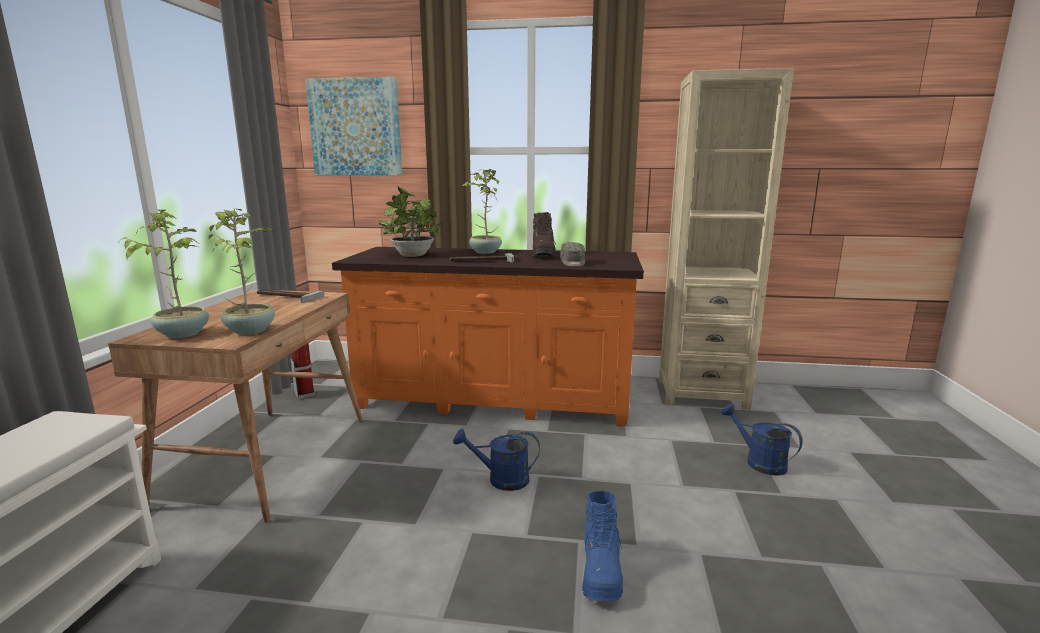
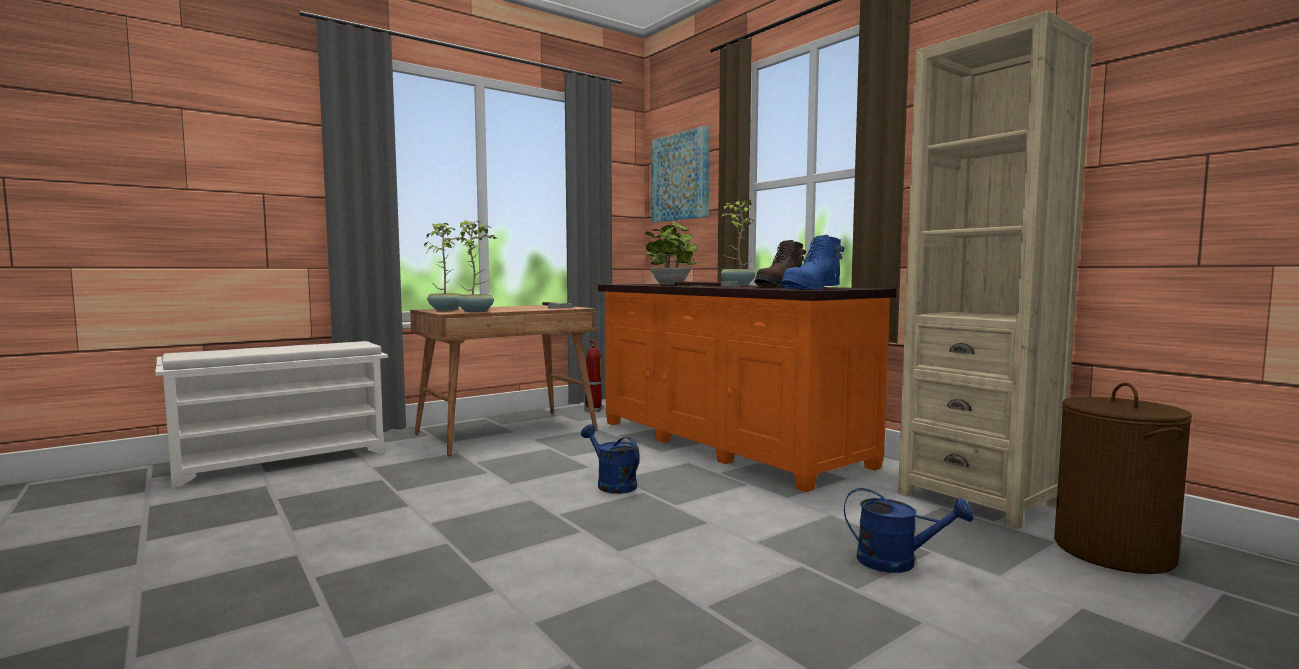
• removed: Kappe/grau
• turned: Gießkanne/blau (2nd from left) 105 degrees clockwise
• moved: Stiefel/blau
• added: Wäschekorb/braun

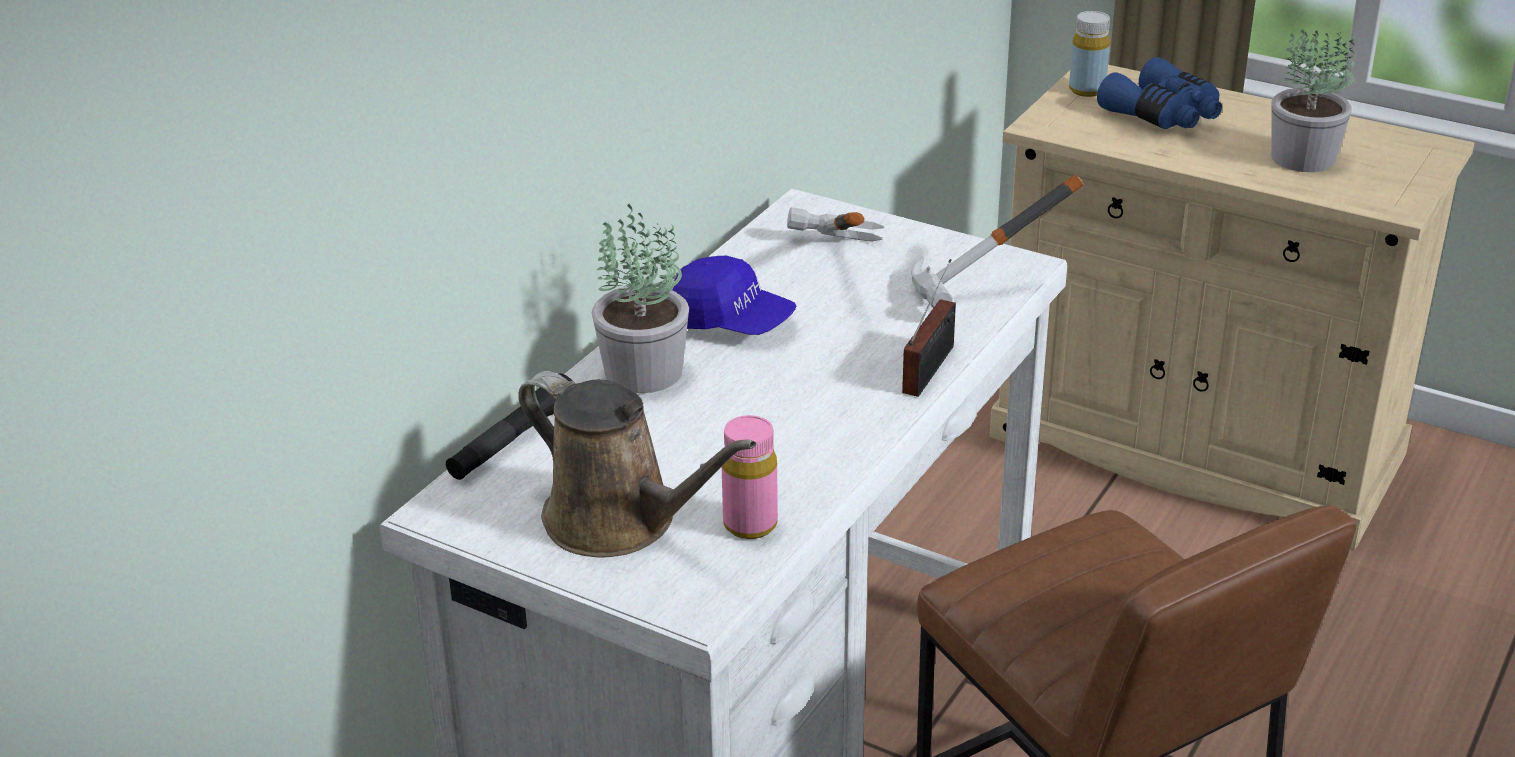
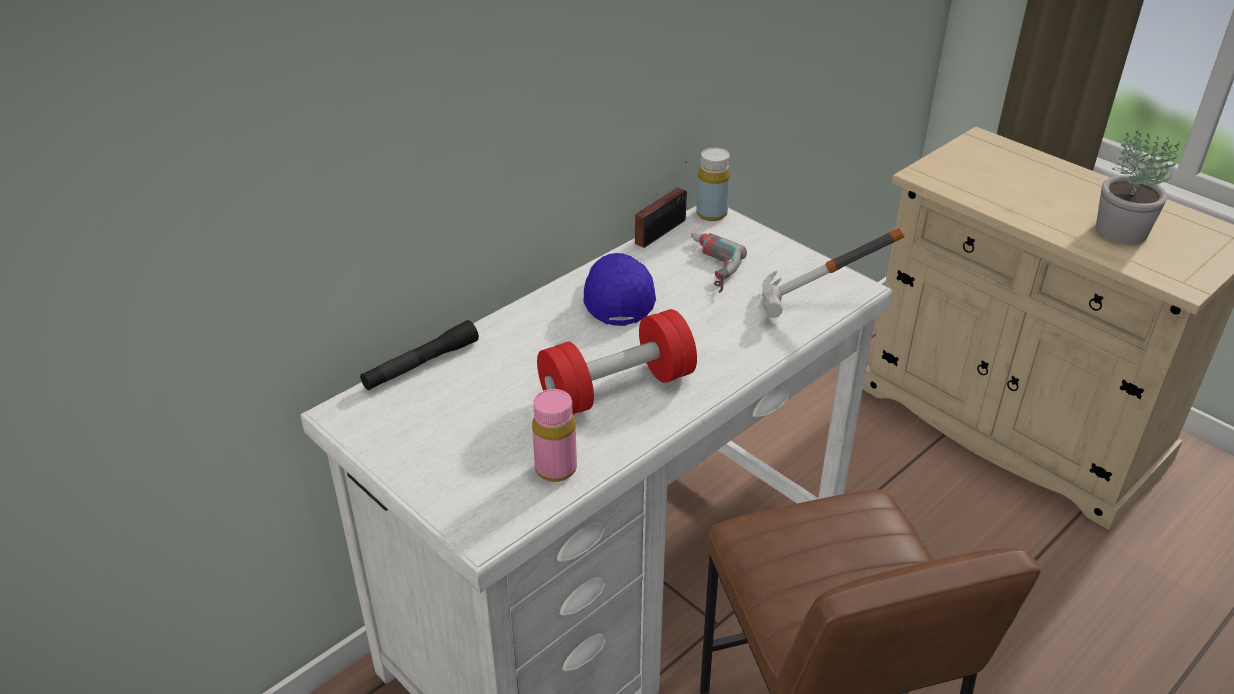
• moved: Flasche/gelb
• removed: Fernglas/blau
• removed: Topfpflanze (1st from left)
• replaced: Hammer (1st from left) to Bohrmaschine
• turned: Kappe/blau 135 degrees counterclockwise
• moved: Radio
• removed: Gießkanne/braun
• added: Hantel/rot

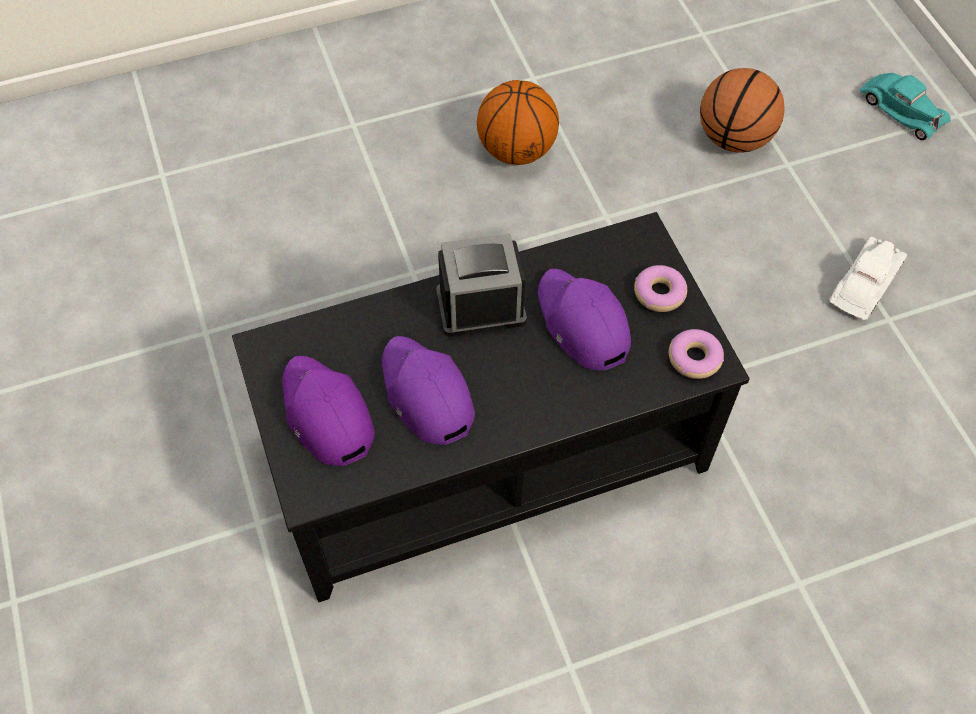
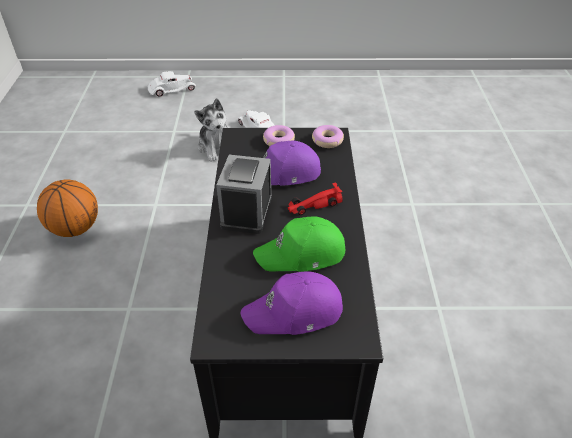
• removed: Basketball (2nd from left)
• recoloured: Spielzeugauto/türkis to Spielzeugauto/weiß (1st from left)
• recoloured: Kappe/lila (2nd from left) to Kappe/grün
• added: Plüschtier
• added: Spielzeugauto/rot

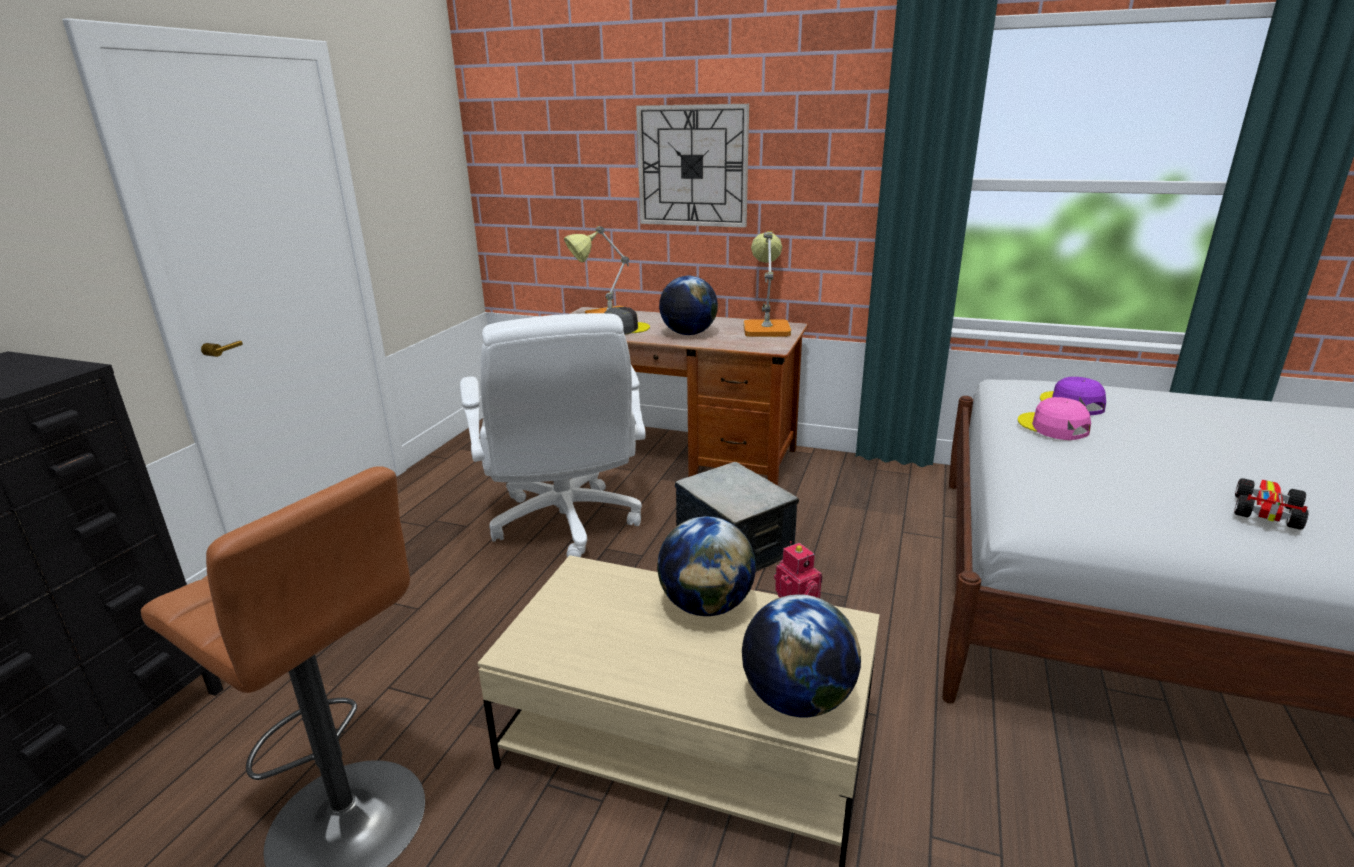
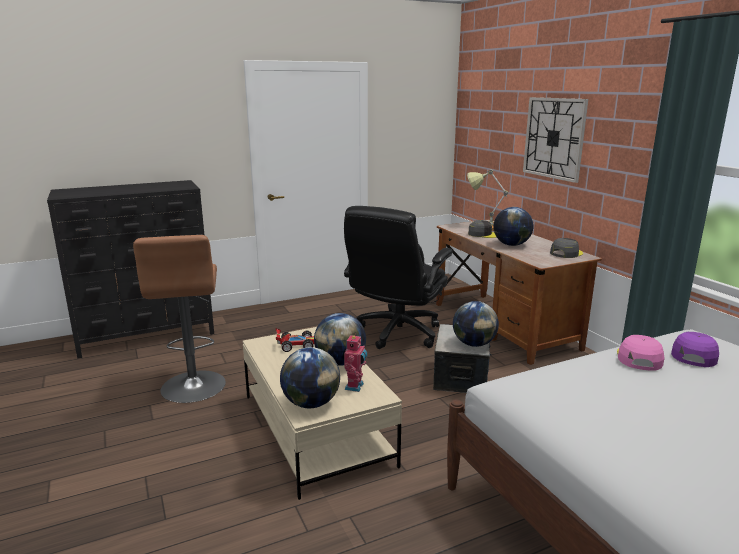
• replaced: Tischlampe (2nd from left) to Kappe/grau (2nd from left)
• recoloured: Bürostuhl/weiß to Bürostuhl/schwarz
• moved: Spielzeugauto
• added: Globus (3rd from left)

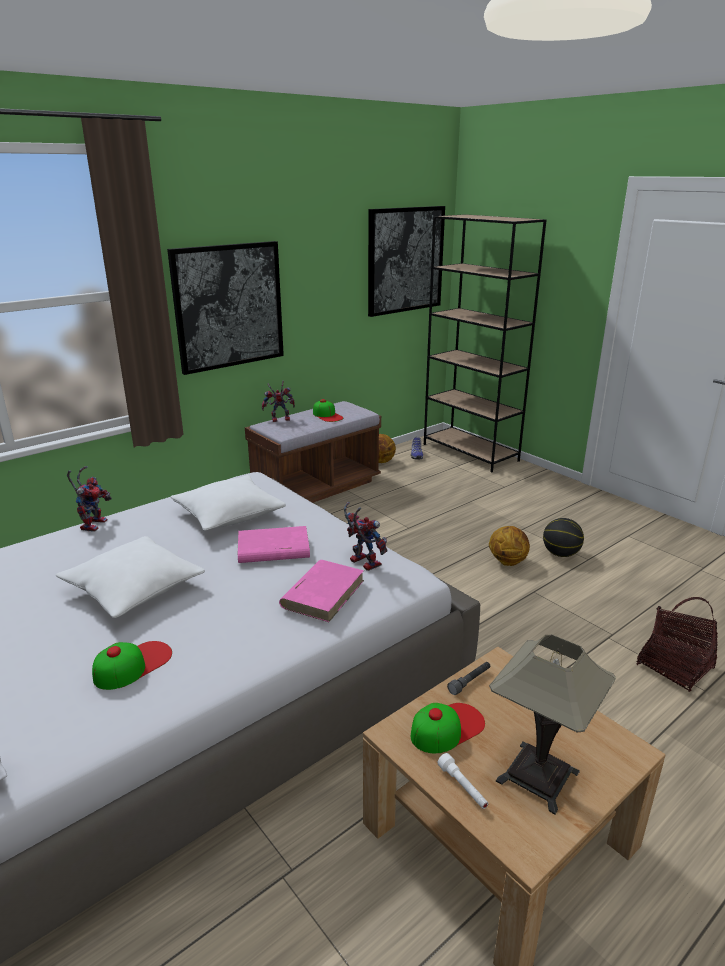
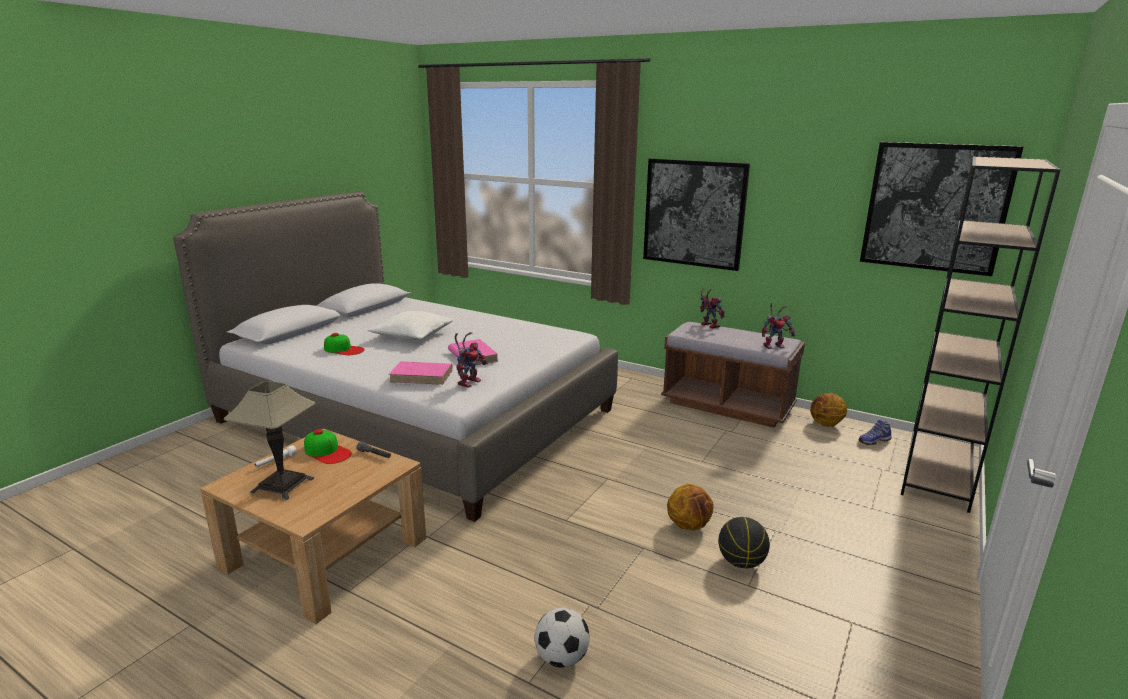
• removed: Kappe (2nd from left)
• moved: Spielzeugroboter (1st from left in the first image) to Spielzeugroboter (3rd from left)
• removed: Kissen/weiß (2nd from left)
• replaced: Korb to Fußball

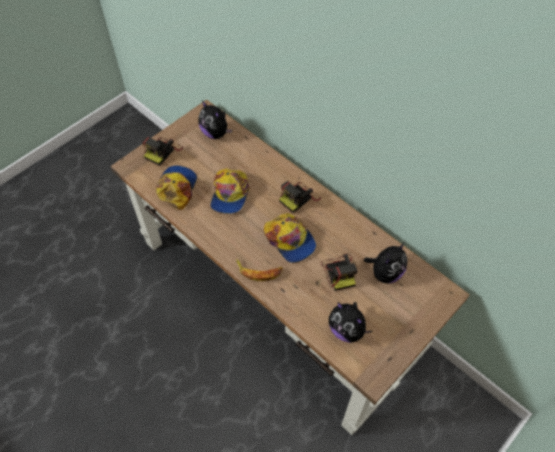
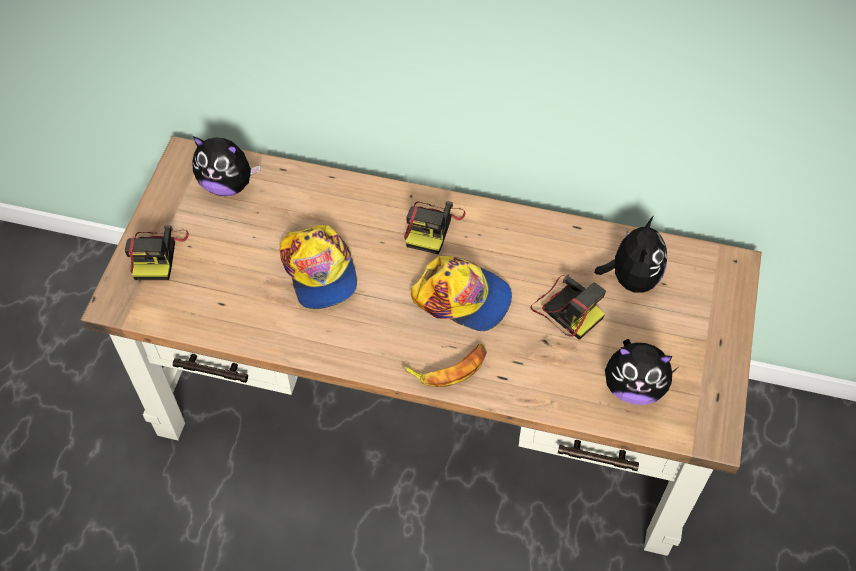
• removed: Kappe (1st from left)

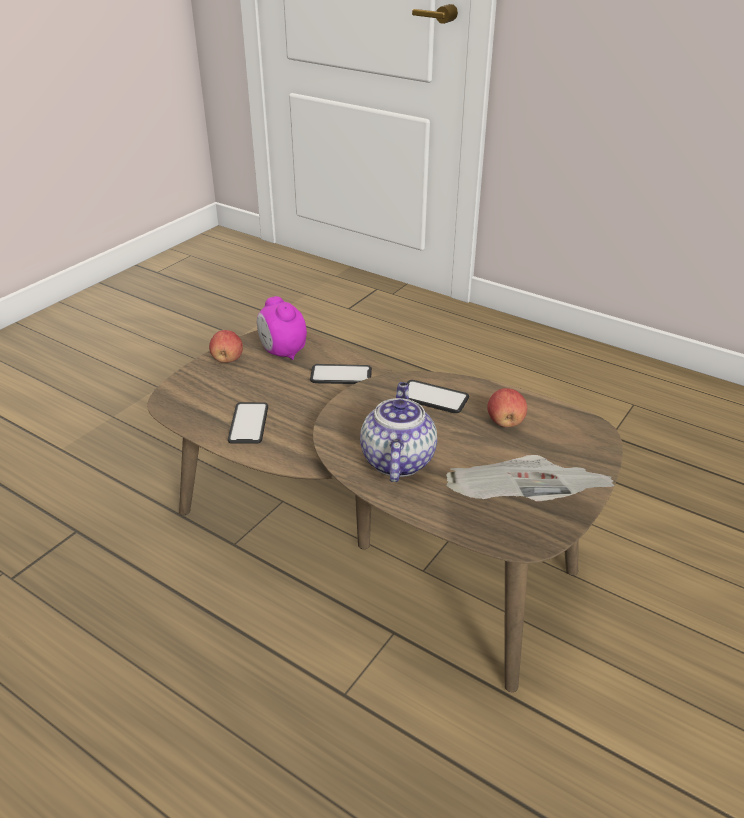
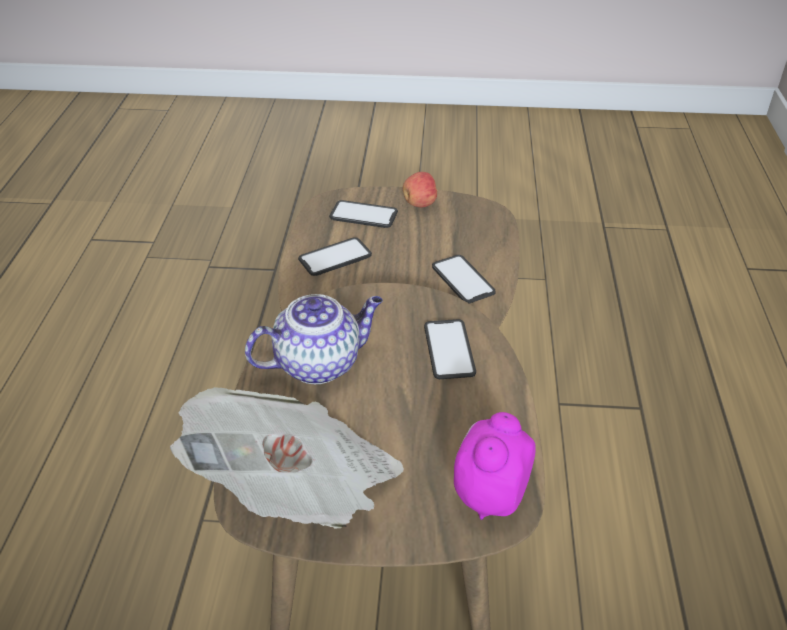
• moved: Wecker
• removed: Apfel (2nd from left)
• added: Handy (2nd from left)

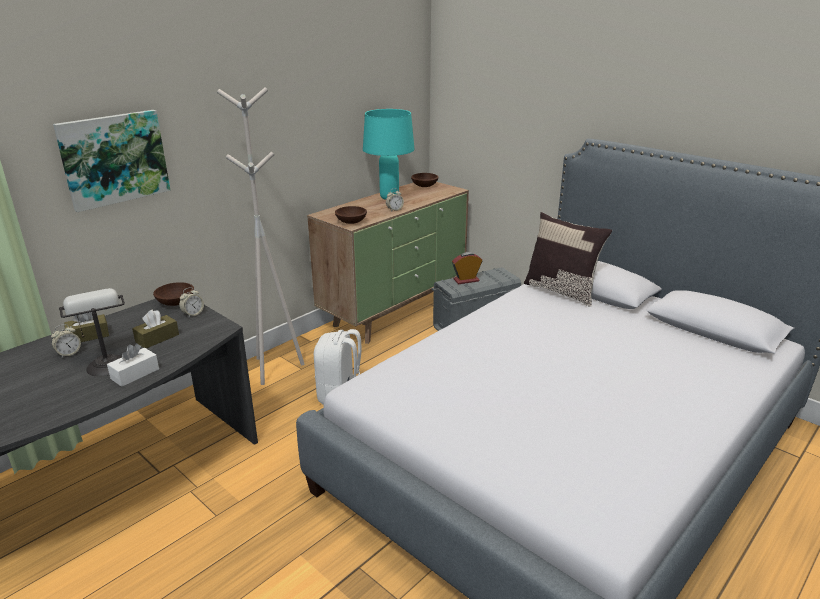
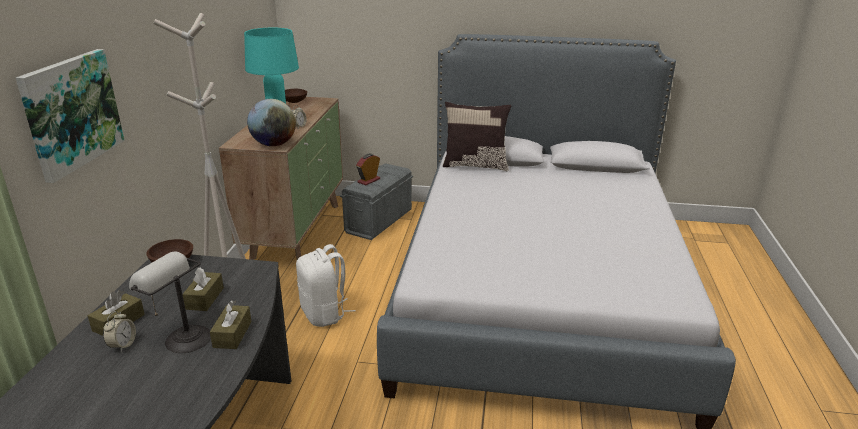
• replaced: Schüssel/braun (2nd from left) to Globus
• removed: Wecker (2nd from left)
• recoloured: Taschentuchbox/weiß to Taschentuchbox/braun (3rd from left)

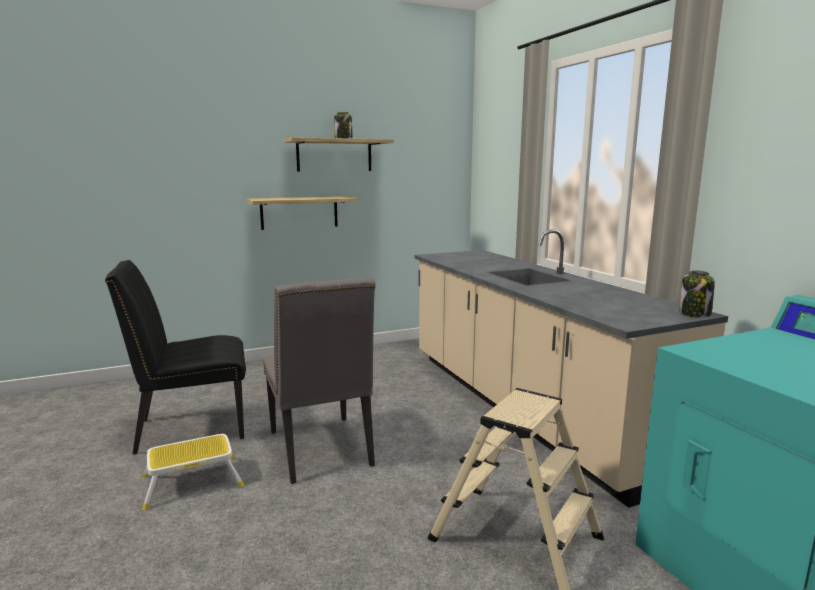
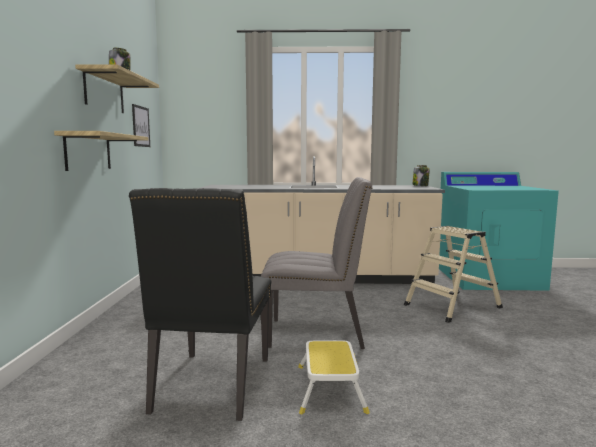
• added: Bild

